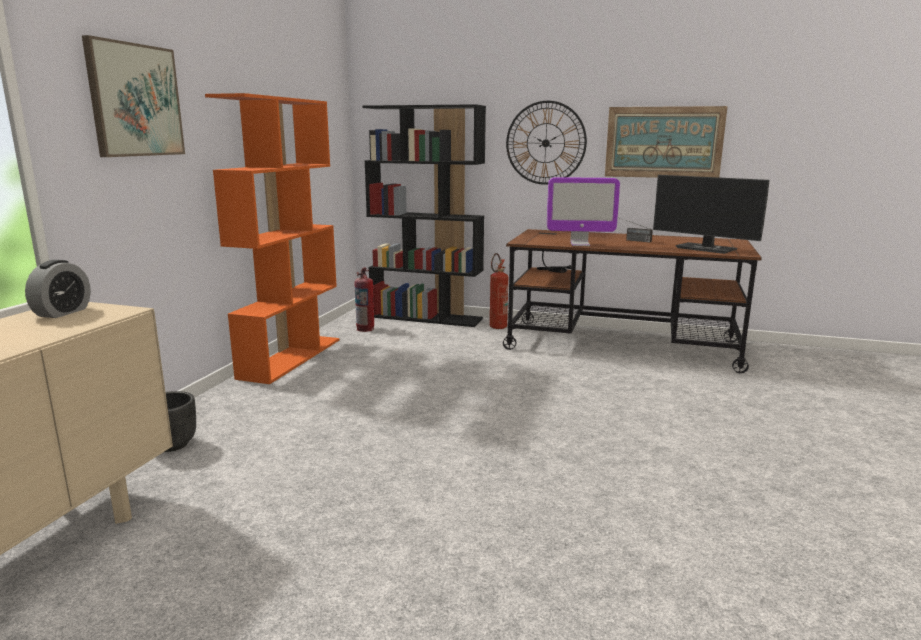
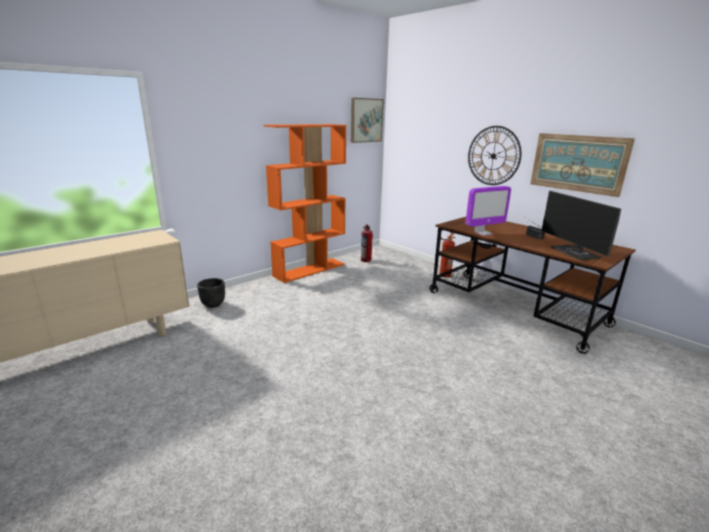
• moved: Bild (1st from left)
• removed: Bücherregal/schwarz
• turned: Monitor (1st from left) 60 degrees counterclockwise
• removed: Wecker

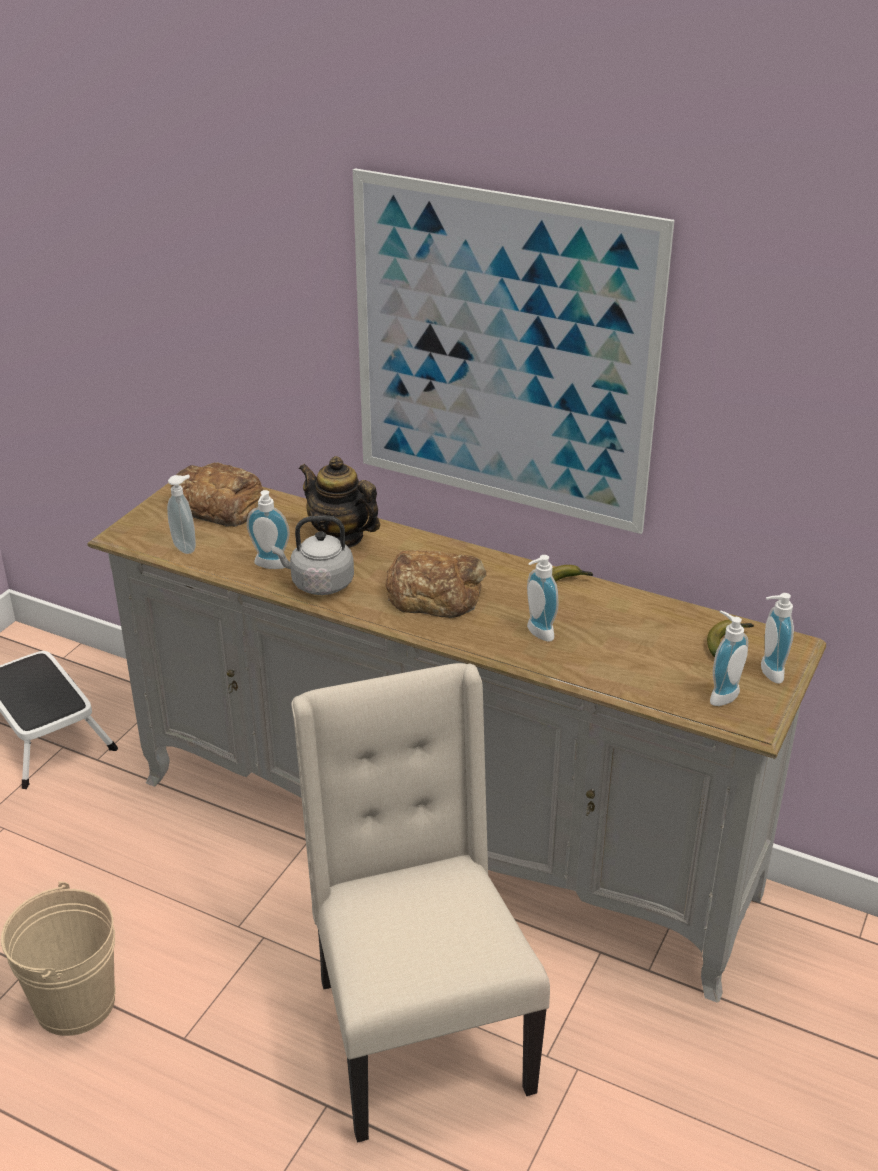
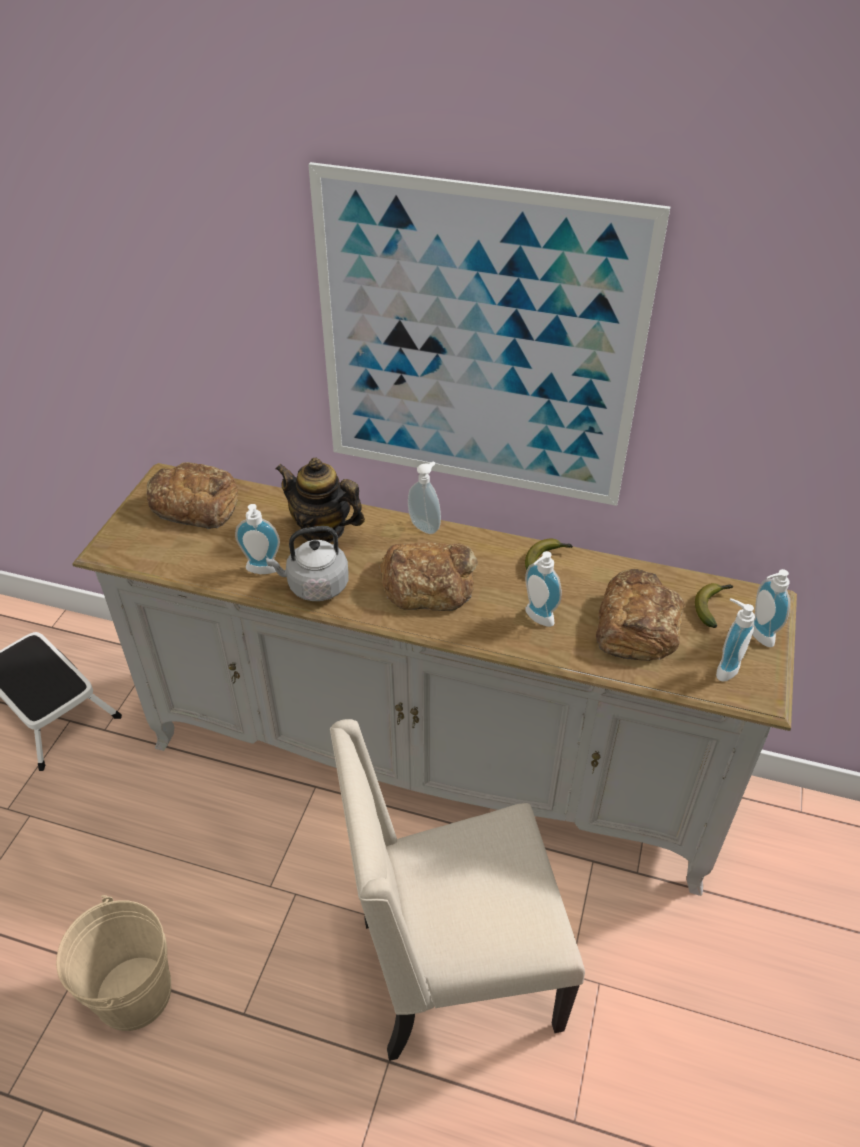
• moved: Seifenspender (1st from left in the first image) to Seifenspender (2nd from left)
• turned: Stuhl/beige 75 degrees counterclockwise
• added: Brot (3rd from left)

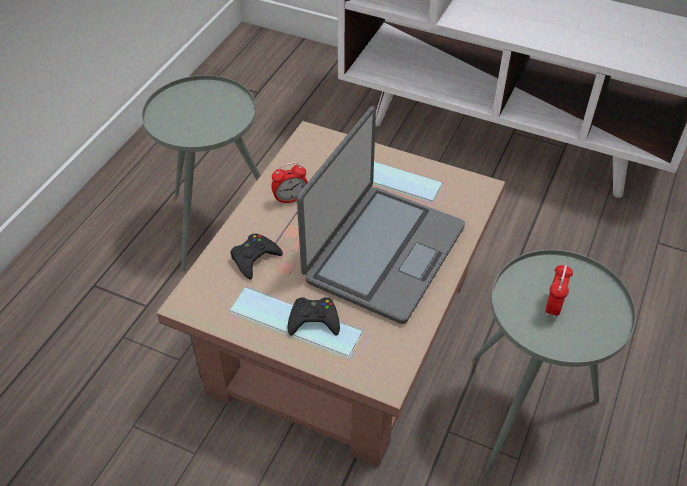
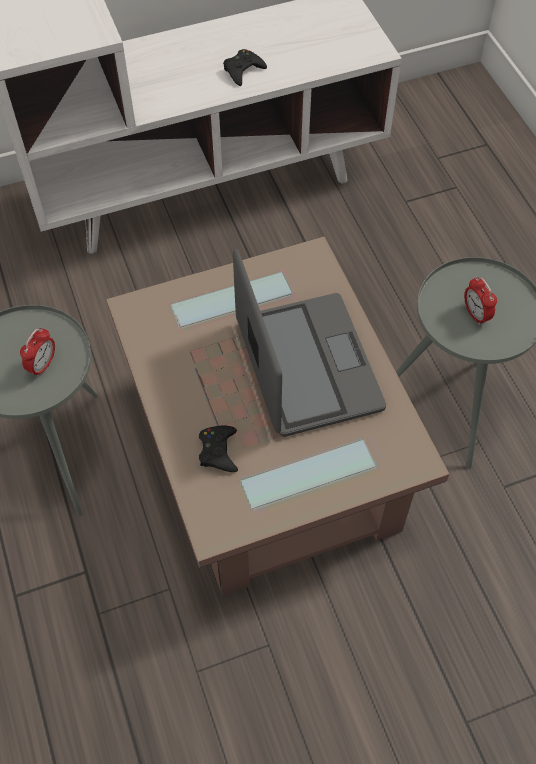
• moved: Wecker (1st from left)
• moved: Gamepad/schwarz (2nd from left)

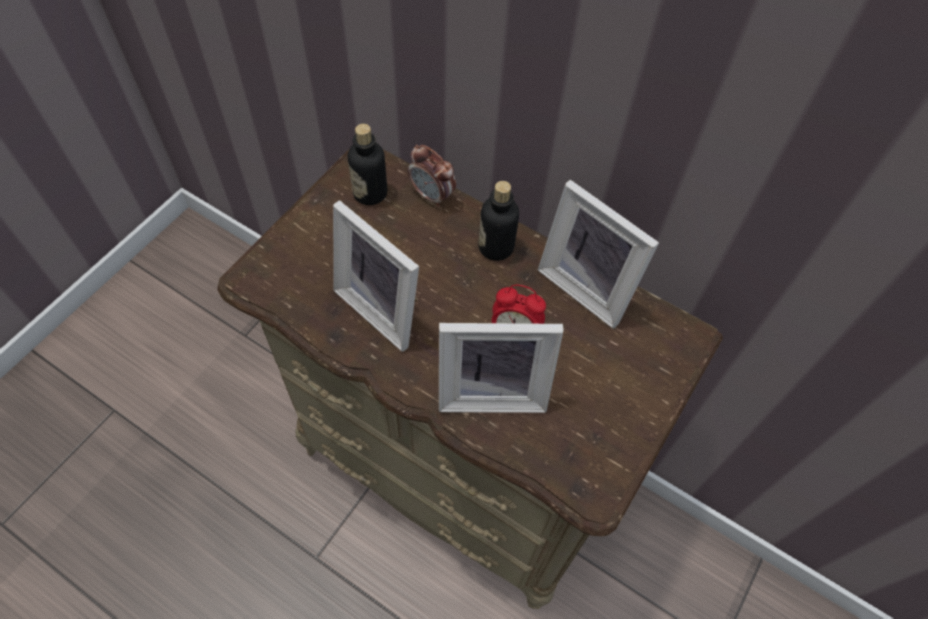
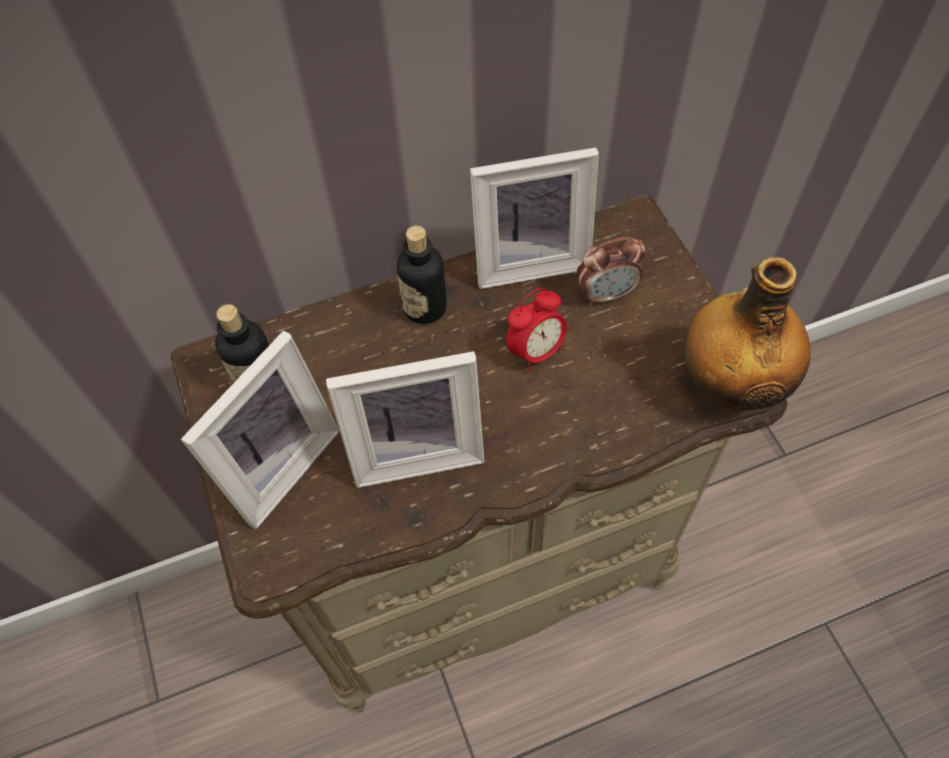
• moved: Wecker (1st from left in the first image) to Wecker (2nd from left)
• moved: Bilderrahmen (2nd from left in the first image) to Bilderrahmen (1st from left)
• added: Flasche (3rd from left)

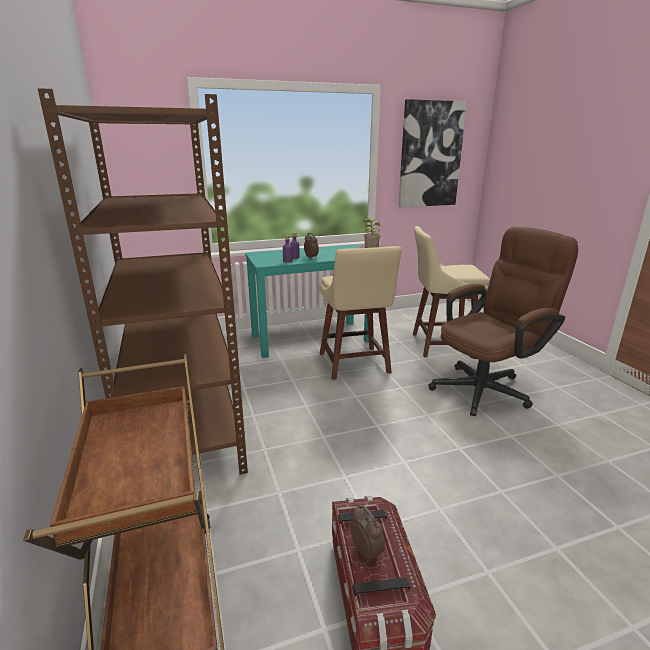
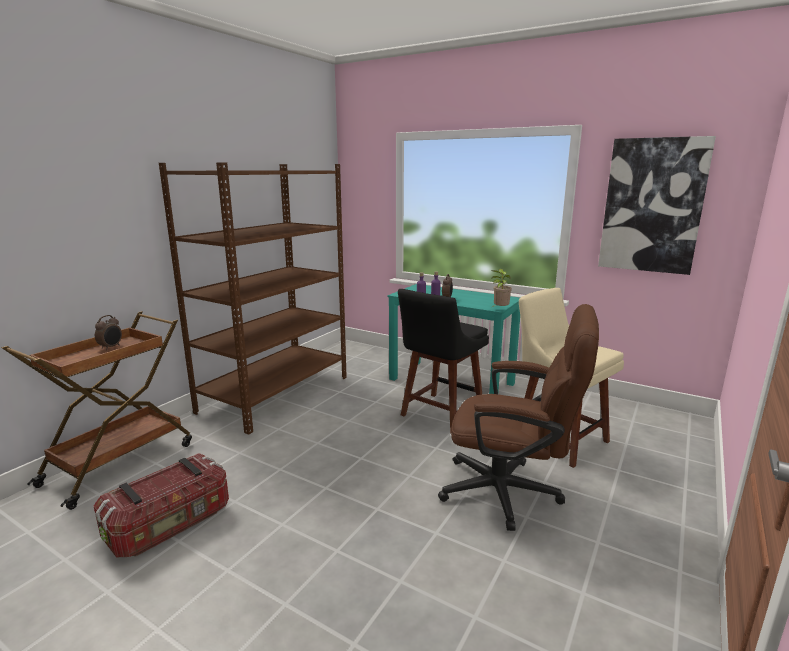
• recoloured: Hocker/beige (1st from left) to Hocker/schwarz
• moved: Wecker (2nd from left in the first image) to Wecker (1st from left)

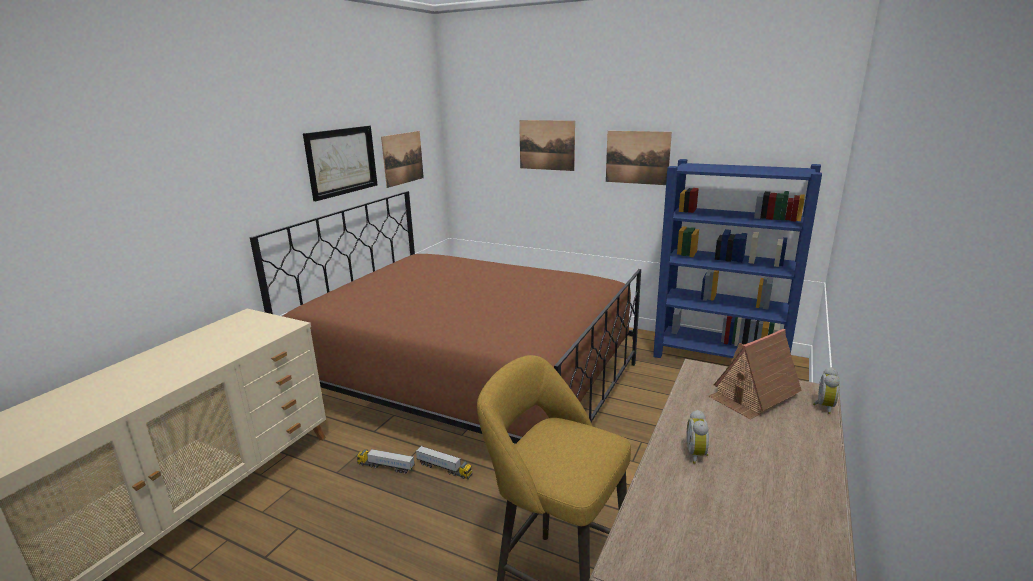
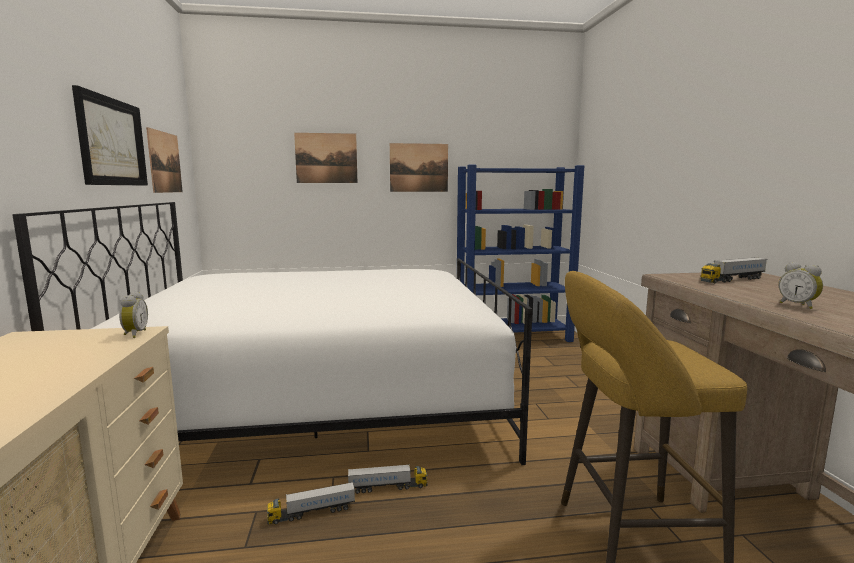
• recoloured: Bett/braun to Bett/weiß
• replaced: Spielzeughaus to Spielzeuglaster (3rd from left)
• moved: Wecker (2nd from left in the first image) to Wecker (1st from left)

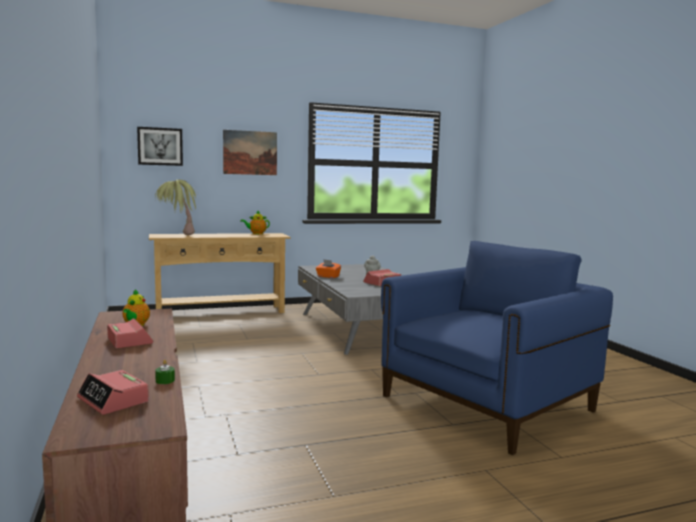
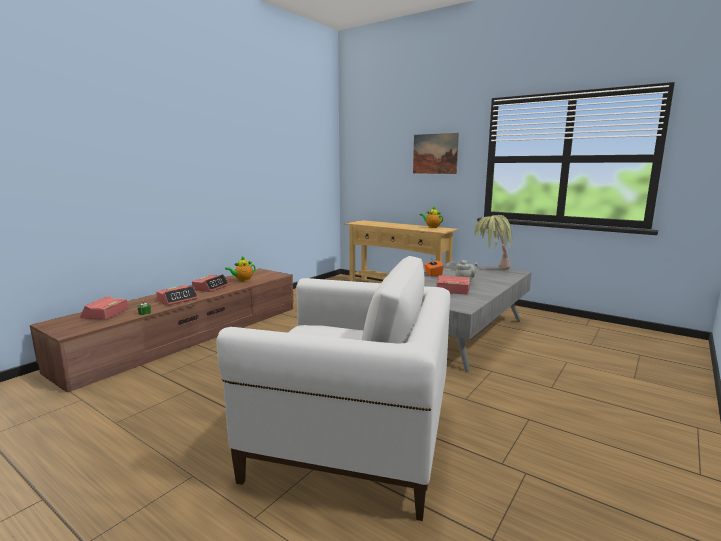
• removed: Bild (1st from left)
• moved: Topfpflanze
• recoloured: Sessel/blau to Sessel/weiß
• added: Wecker (2nd from left)

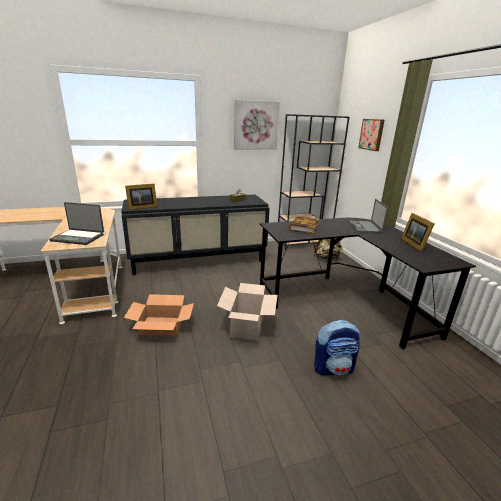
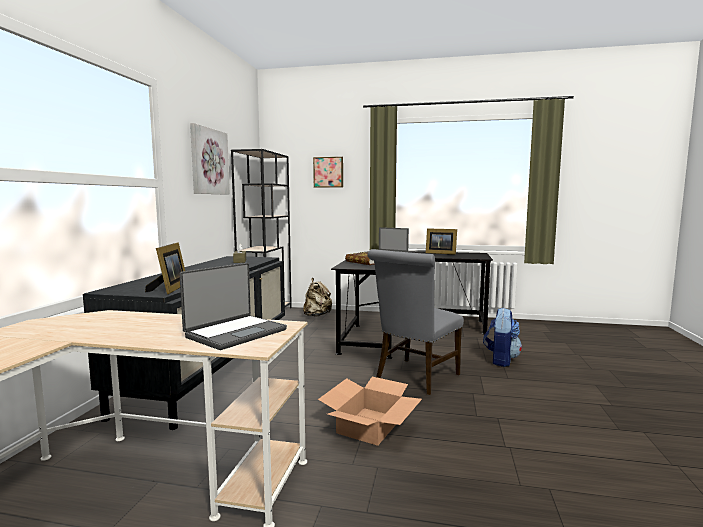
• replaced: Karton (2nd from left) to Stuhl/grau

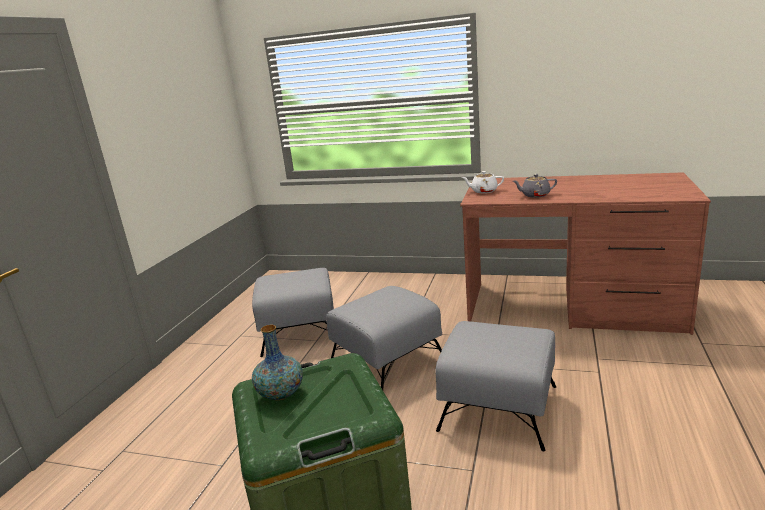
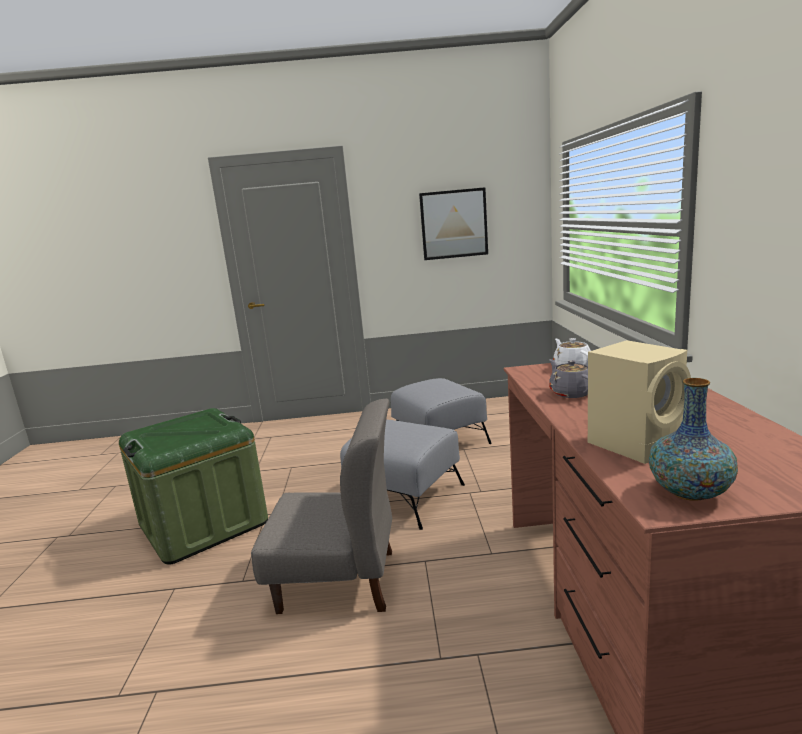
• replaced: Polsterhocker/grau (3rd from left) to Stuhl/grau
• moved: Vase
• added: Bild
• added: Lautsprecher/beige

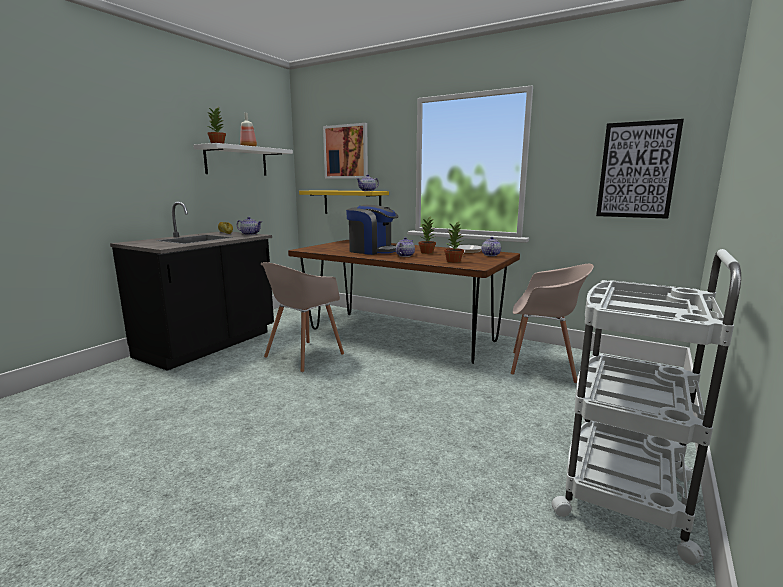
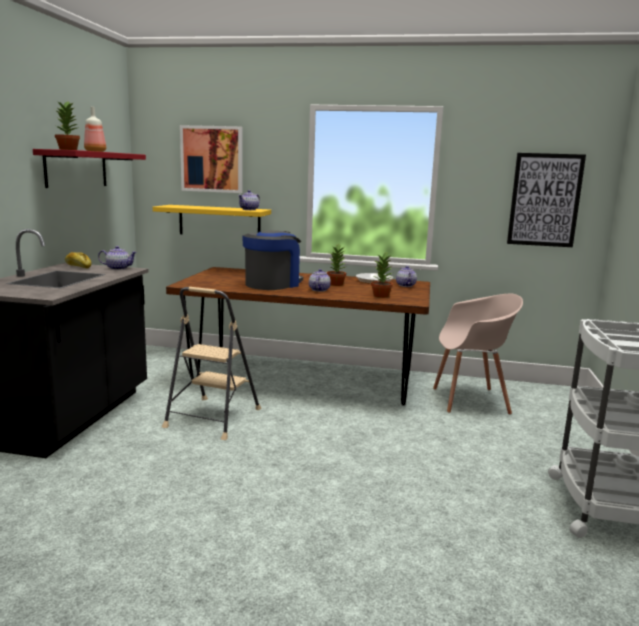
• recoloured: Wandregal/weiß to Wandregal/rot
• turned: Kaffeemaschine 60 degrees counterclockwise
• replaced: Stuhl/beige (1st from left) to Trittleiter/beige

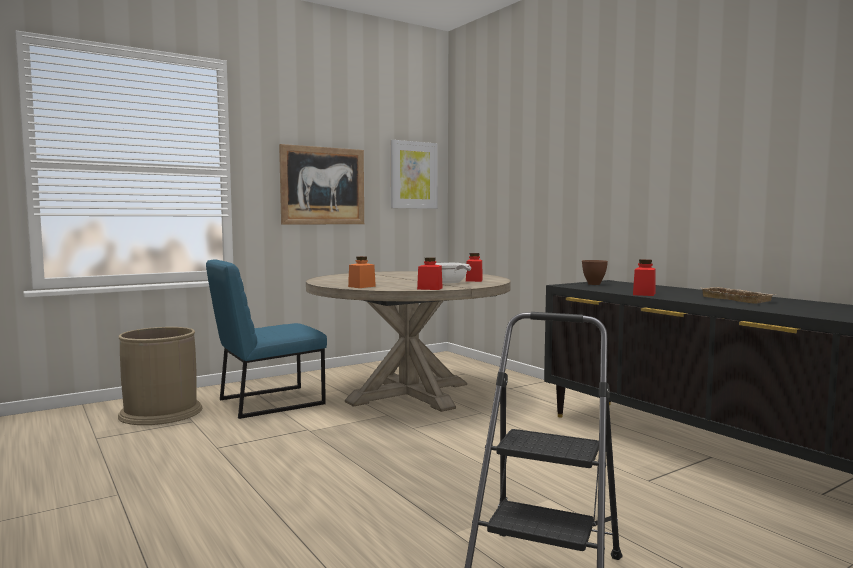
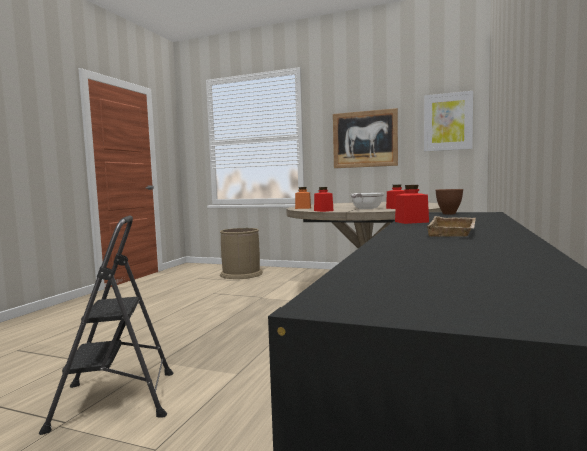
• removed: Stuhl/blau

